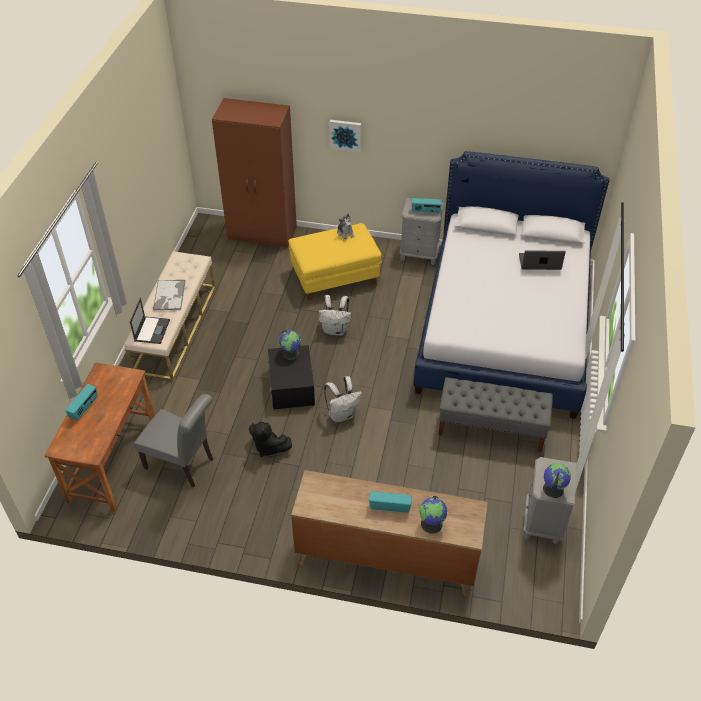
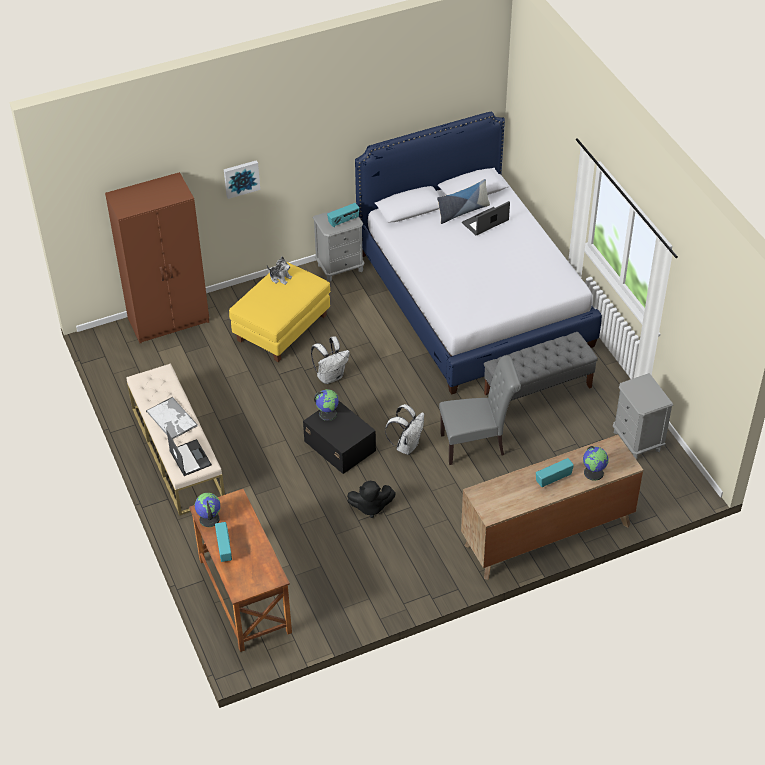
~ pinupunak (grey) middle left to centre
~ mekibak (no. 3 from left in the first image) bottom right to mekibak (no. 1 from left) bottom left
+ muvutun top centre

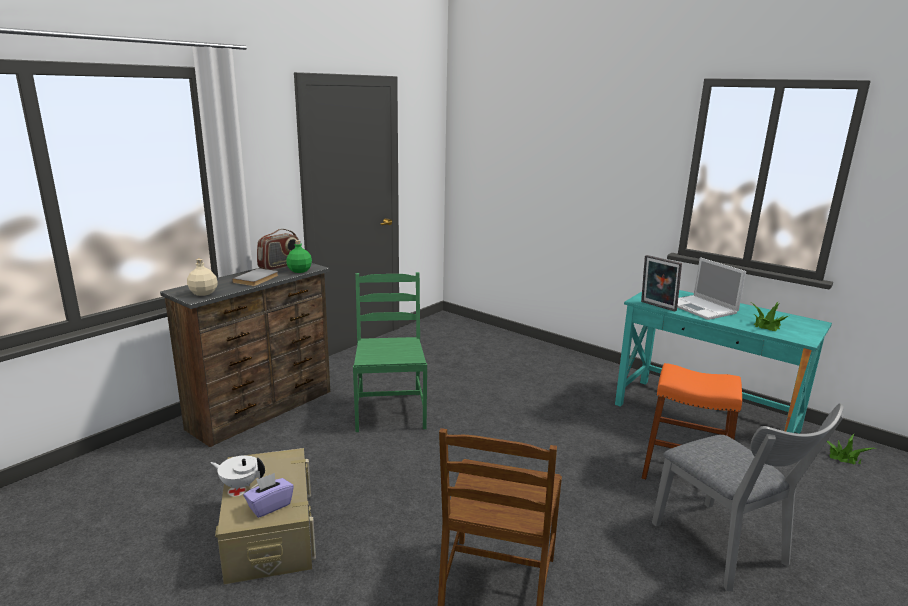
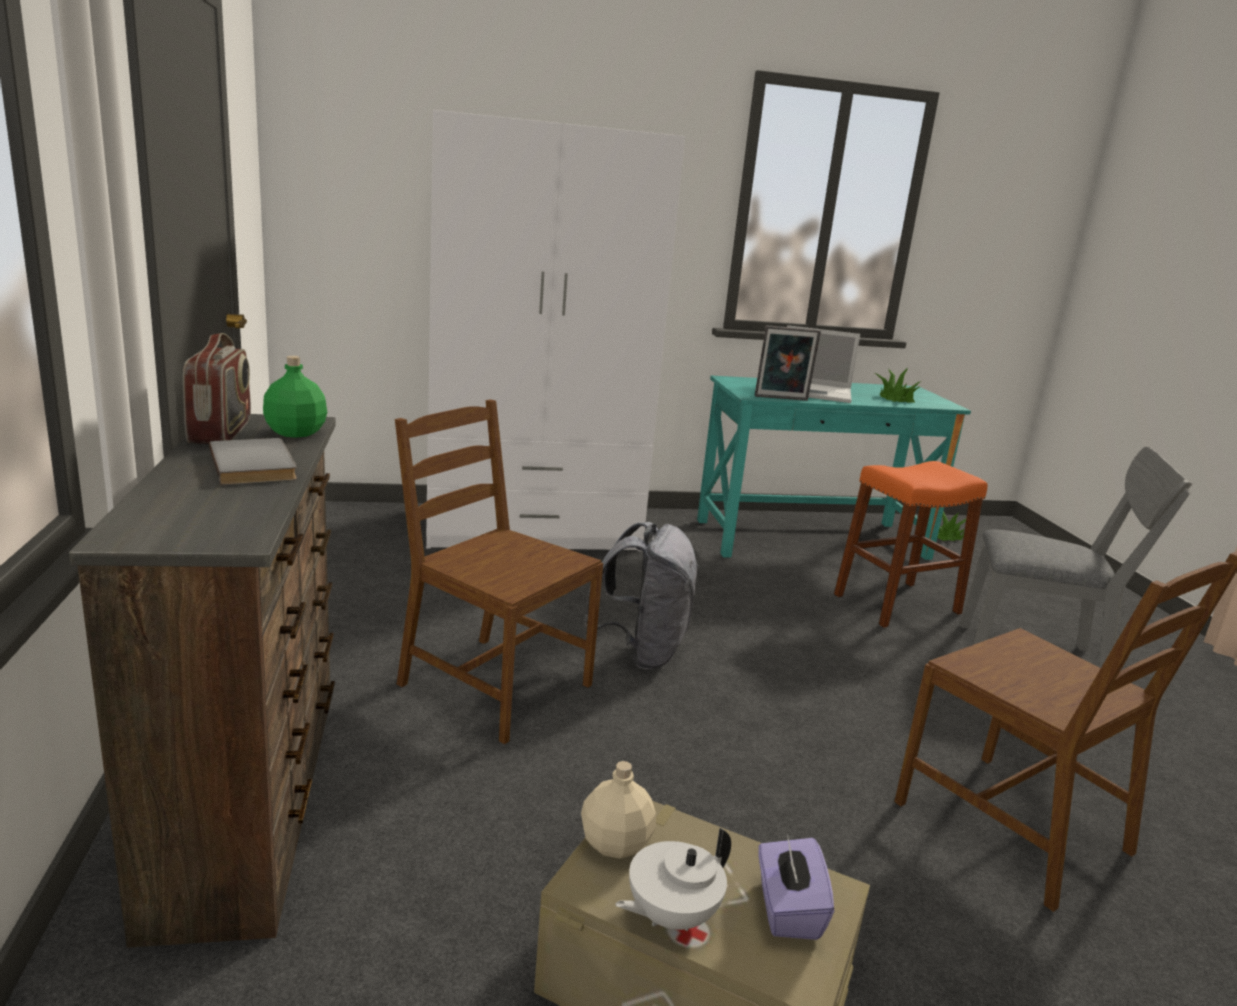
~ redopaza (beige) middle left to bottom centre
~ pinupunak (green) centre to pinupunak (brown) (no. 1 from left) centre
+ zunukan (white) top centre
+ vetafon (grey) centre

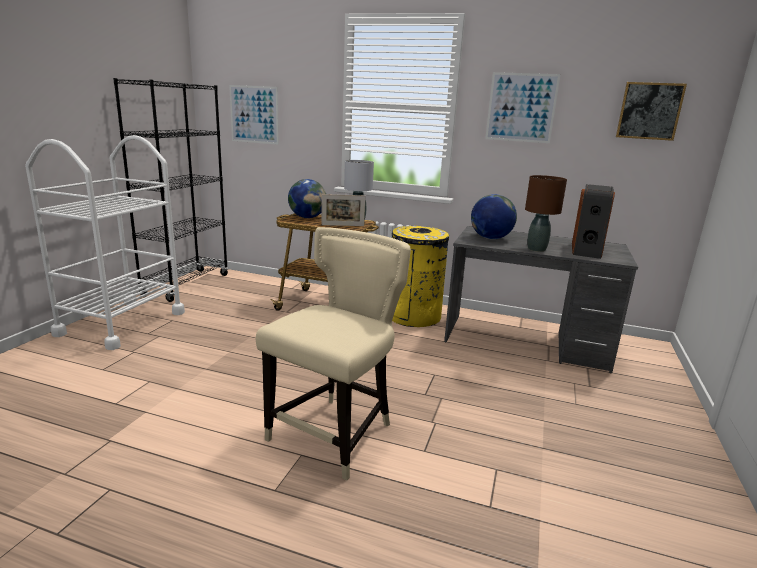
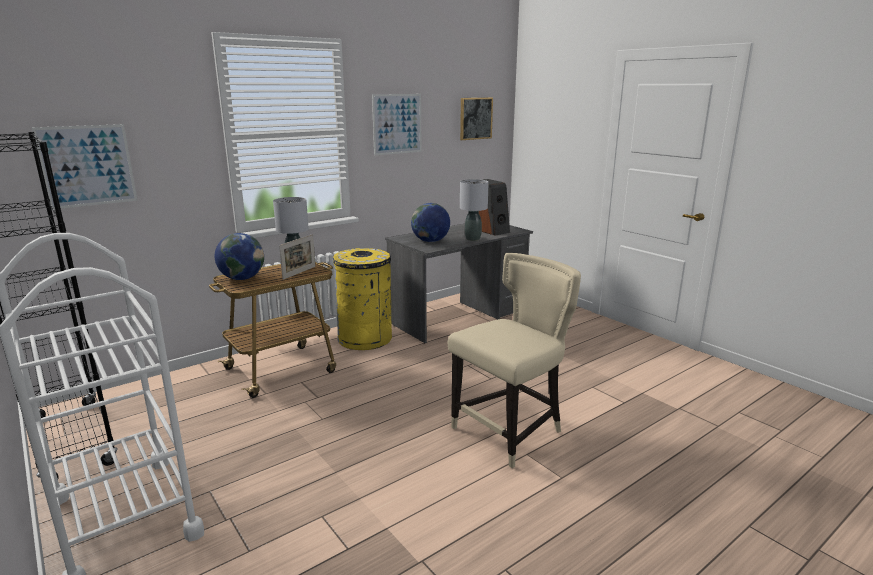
~ pinupunak (beige) centre = centre 75 degrees clockwise
~ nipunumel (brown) middle right to nipunumel (grey) (no. 2 from left) centre

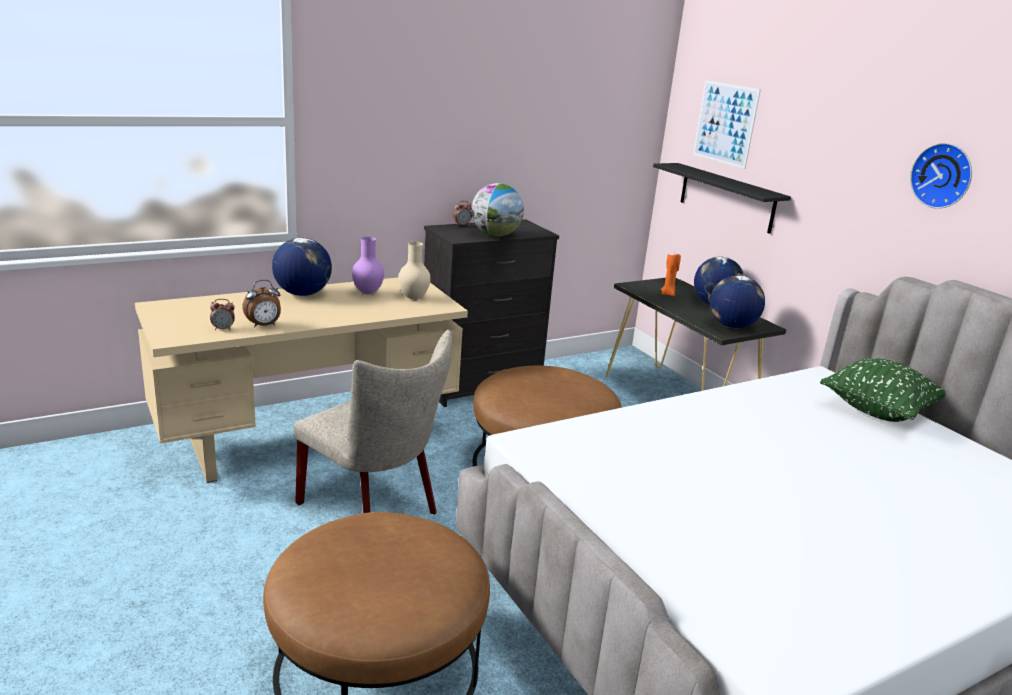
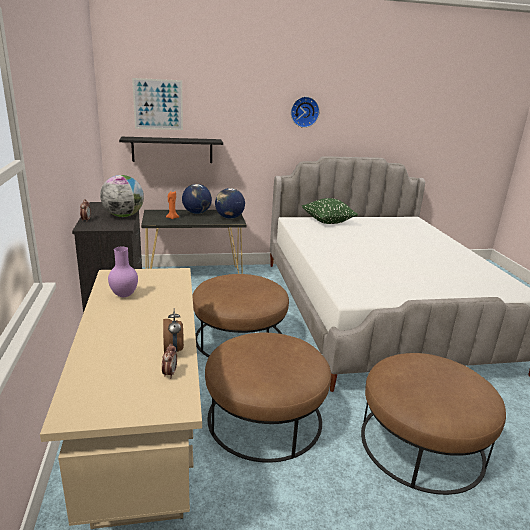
- mekibak (no. 1 from left) middle left
~ pinupunak (beige) centre to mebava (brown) (no. 2 from left) bottom centre
- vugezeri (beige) centre

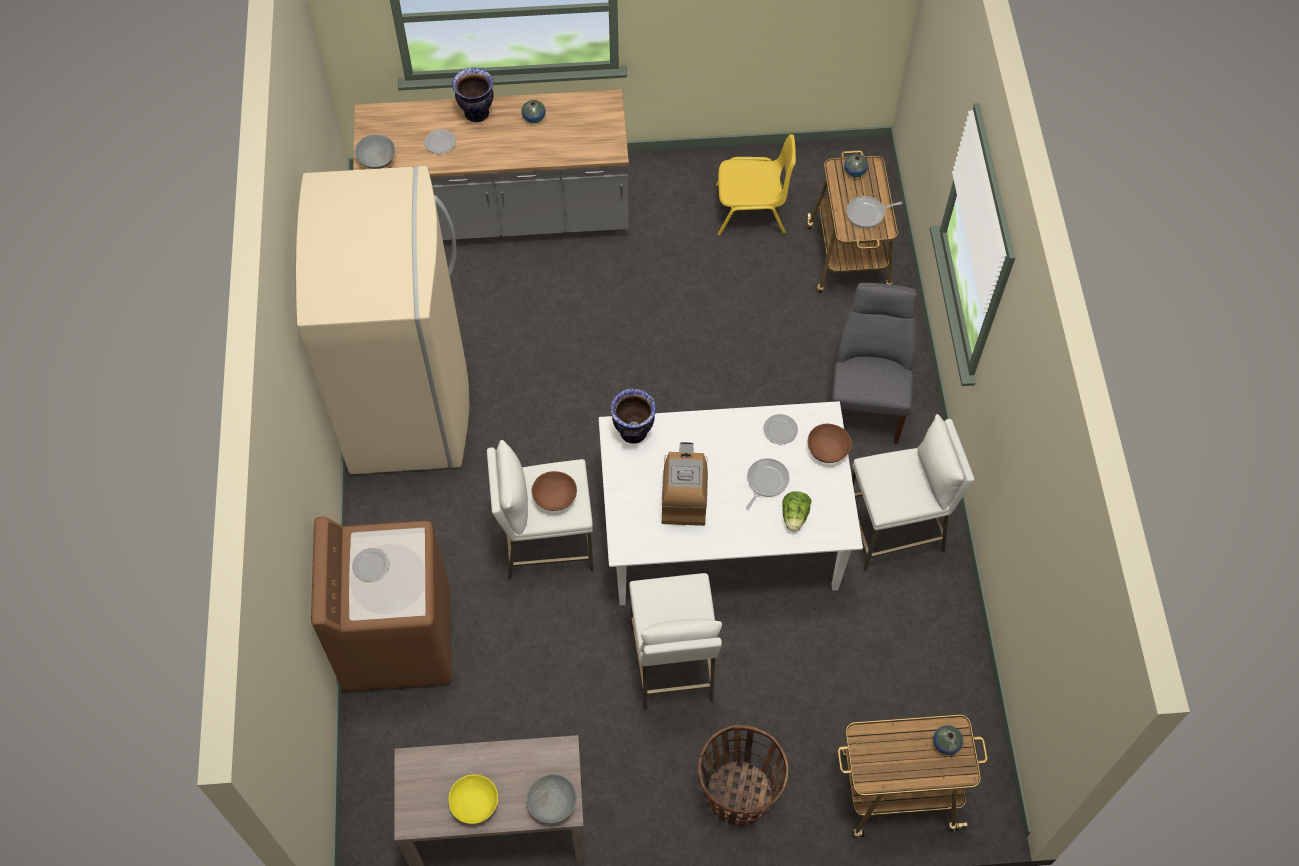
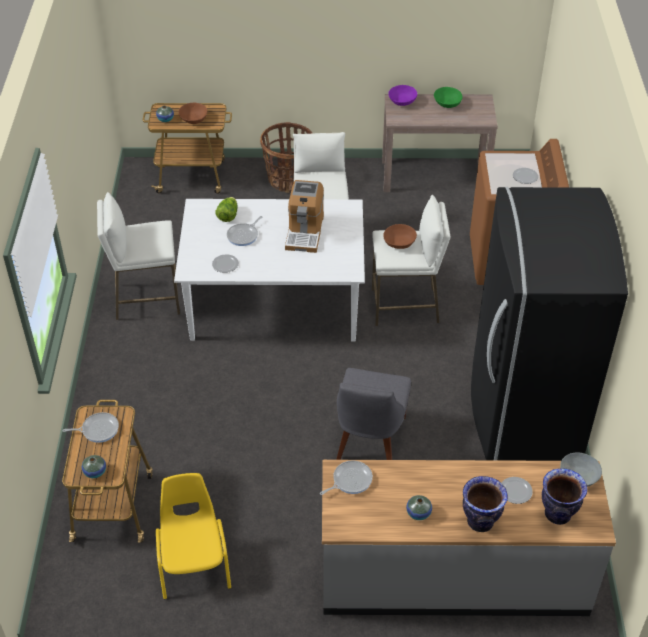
~ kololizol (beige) middle left to kololizol (black) middle right
~ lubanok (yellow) bottom centre to lubanok (green) top right
~ lubanok (grey) (no. 2 from left) bottom centre to lubanok (purple) top centre
~ vugezeri (no. 3 from left in the first image) centre to vugezeri (no. 5 from left) bottom right
~ pinupunak (yellow) top centre = bottom left 75 degrees clockwise
~ lubanok (brown) (no. 2 from left in the first image) centre to lubanok (brown) (no. 1 from left) top left
~ pinupunak (grey) middle right to centre
+ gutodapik (no. 3 from left) bottom centre

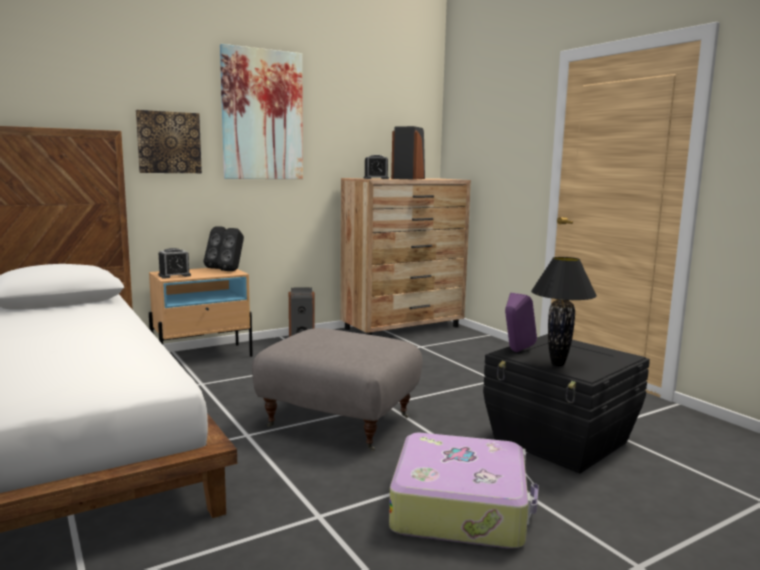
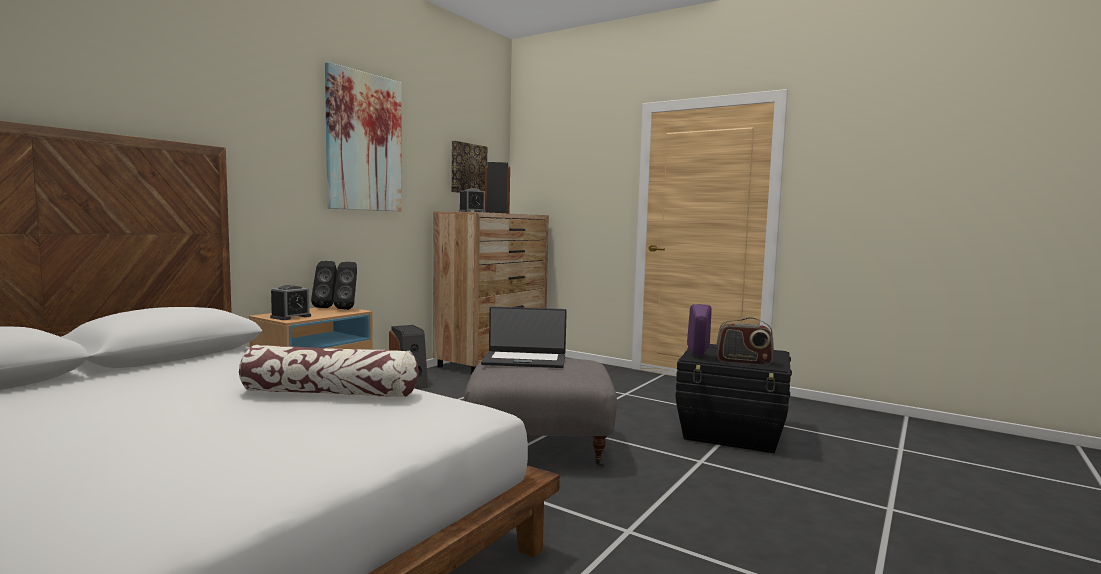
~ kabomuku (no. 1 from left in the first image) top left to kabomuku (no. 2 from left) top centre
- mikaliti bottom centre
~ nipunumel (black) middle right to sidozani middle right
+ muvutun middle left
+ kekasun centre

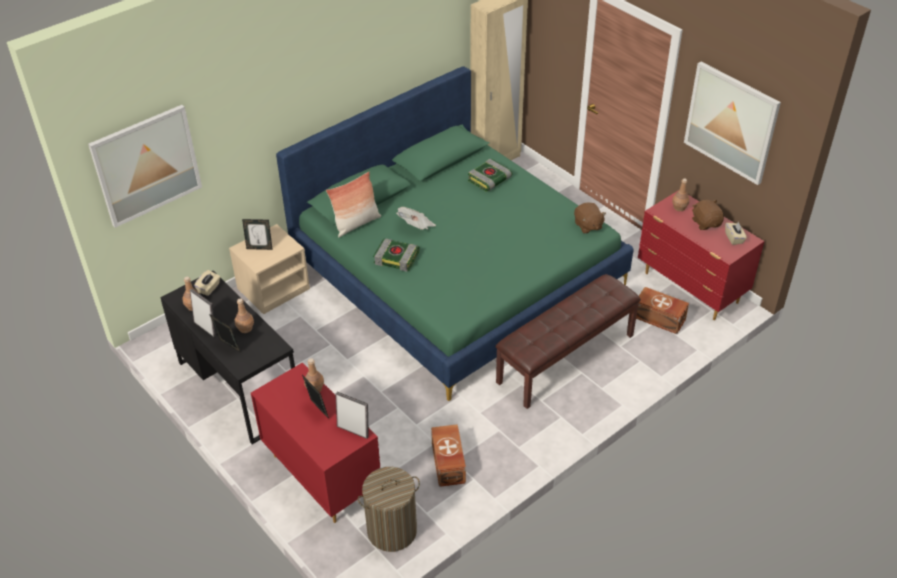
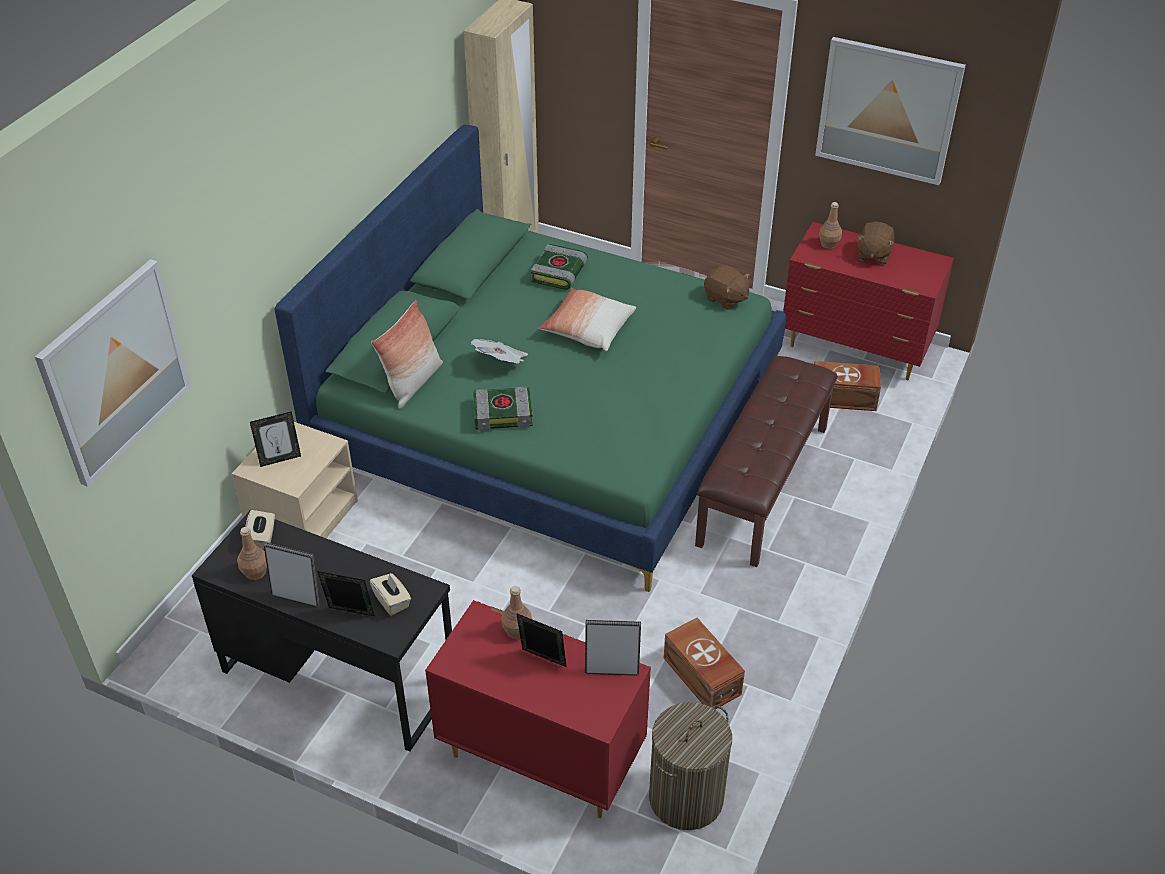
- redopaza (brown) (no. 2 from left) middle left
~ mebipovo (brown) (no. 2 from left) middle right = top right 120 degrees counterclockwise
~ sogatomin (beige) (no. 2 from left) middle right to bottom centre
+ muvutun (no. 2 from left) centre

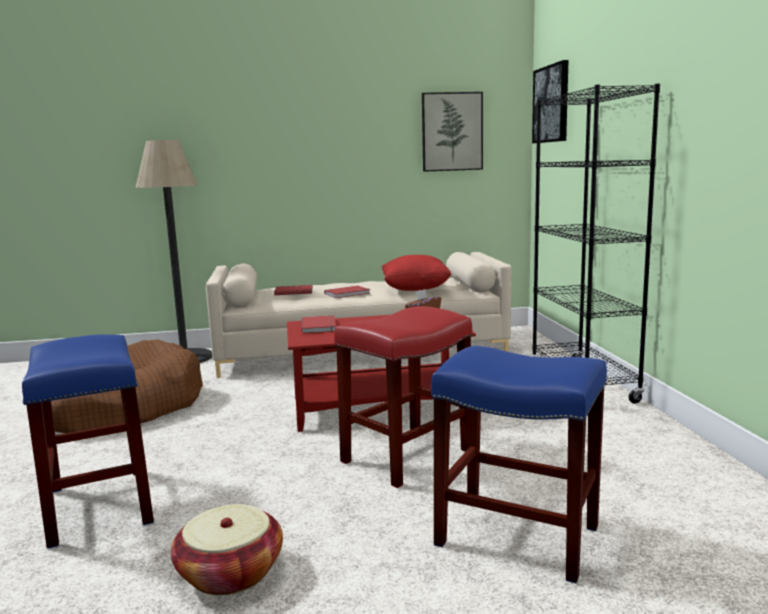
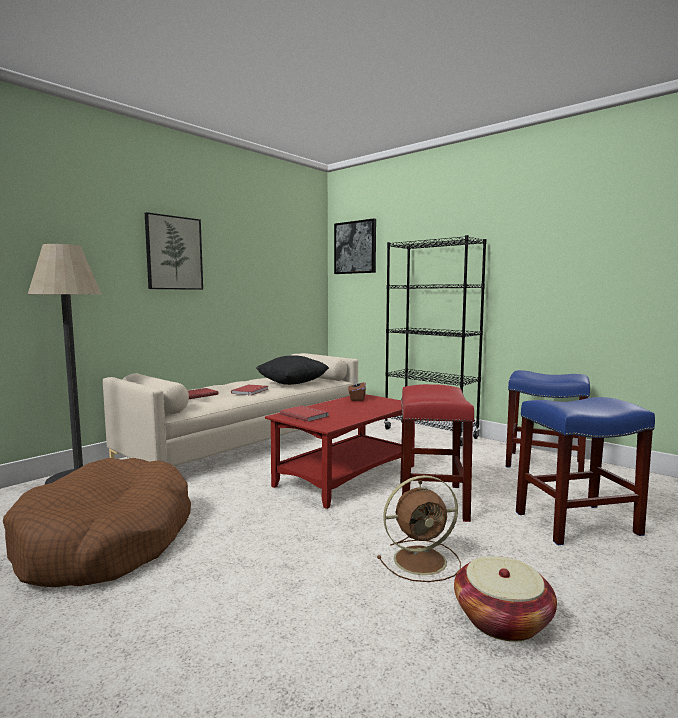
~ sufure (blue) (no. 1 from left) bottom left to middle right
~ muvutun (red) centre to muvutun (black) centre
~ kabomuku (no. 1 from left) top centre to middle left
+ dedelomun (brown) bottom centre

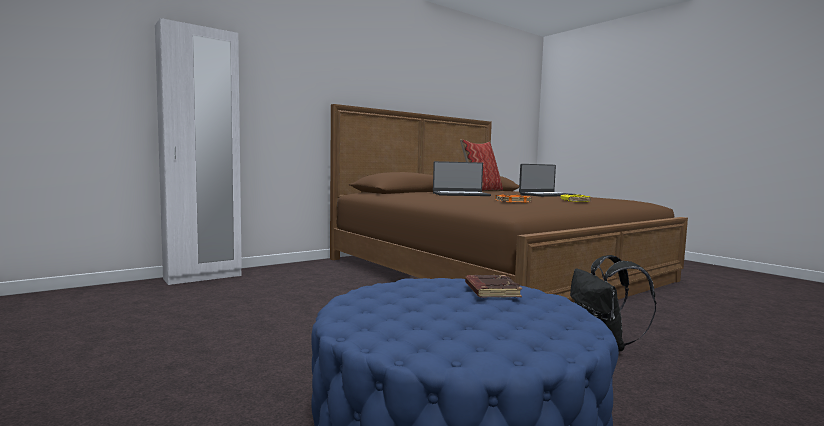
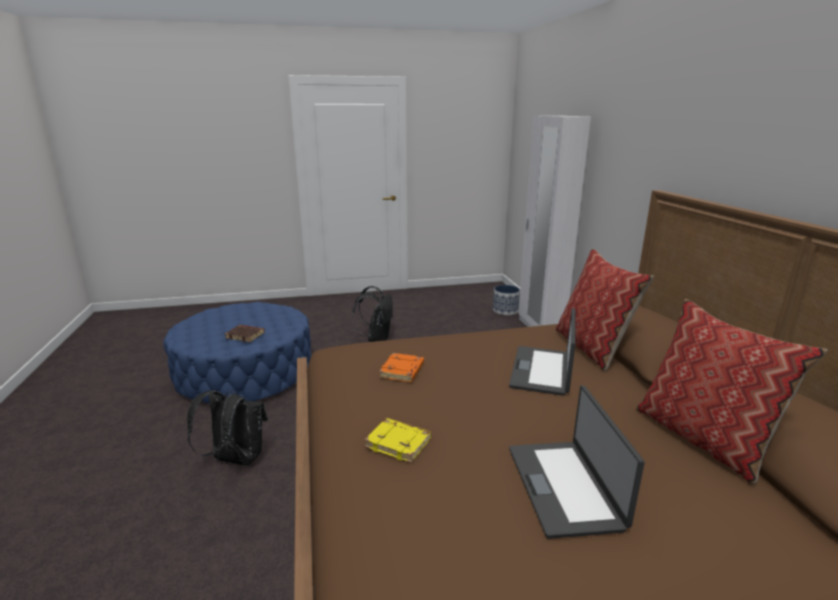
+ vetafon (black) (no. 2 from left) centre
+ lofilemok centre
+ muvutun (no. 1 from left) middle right

